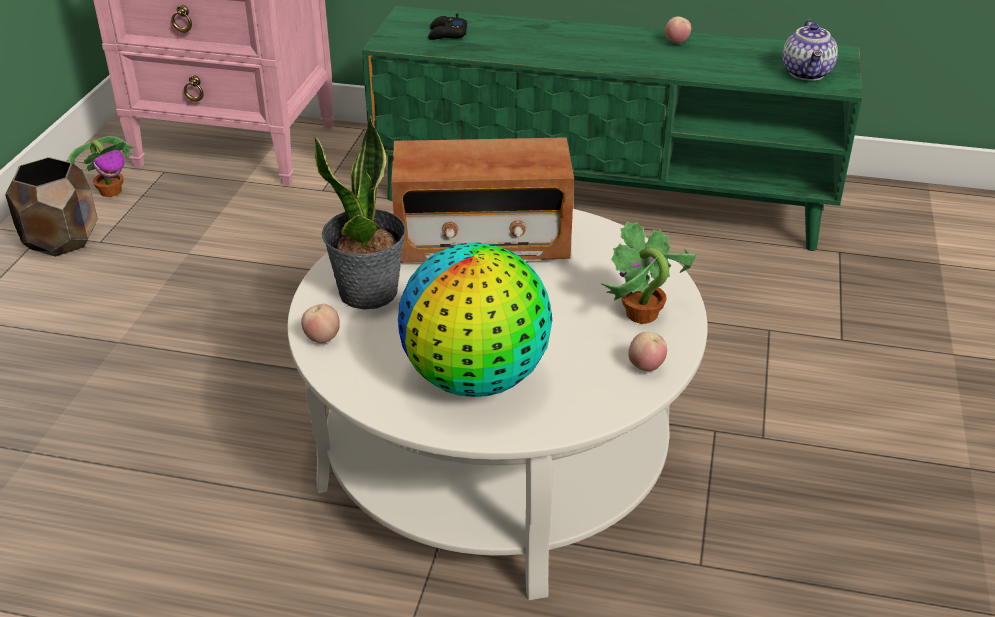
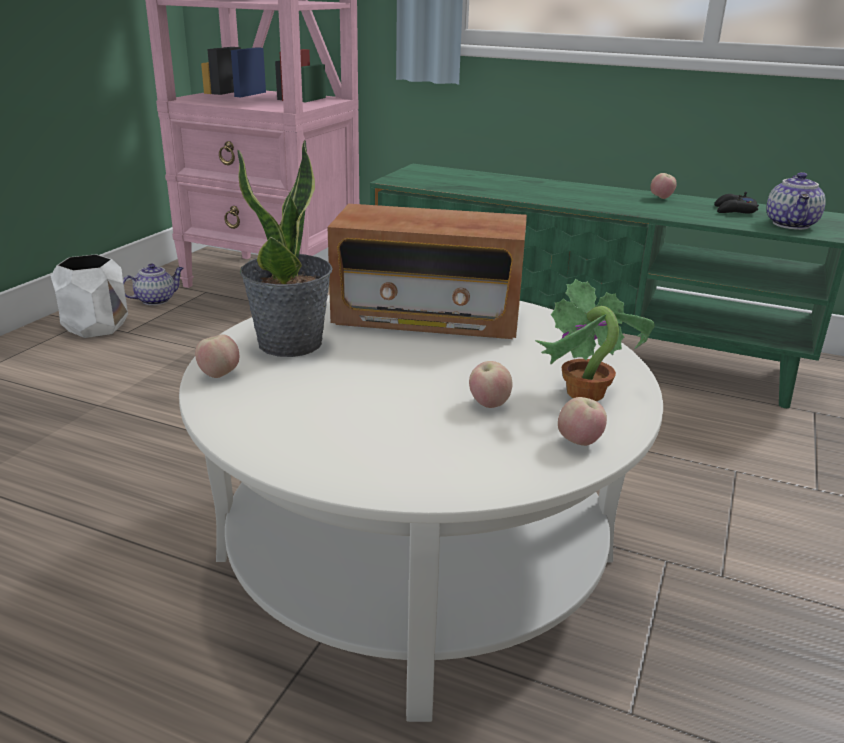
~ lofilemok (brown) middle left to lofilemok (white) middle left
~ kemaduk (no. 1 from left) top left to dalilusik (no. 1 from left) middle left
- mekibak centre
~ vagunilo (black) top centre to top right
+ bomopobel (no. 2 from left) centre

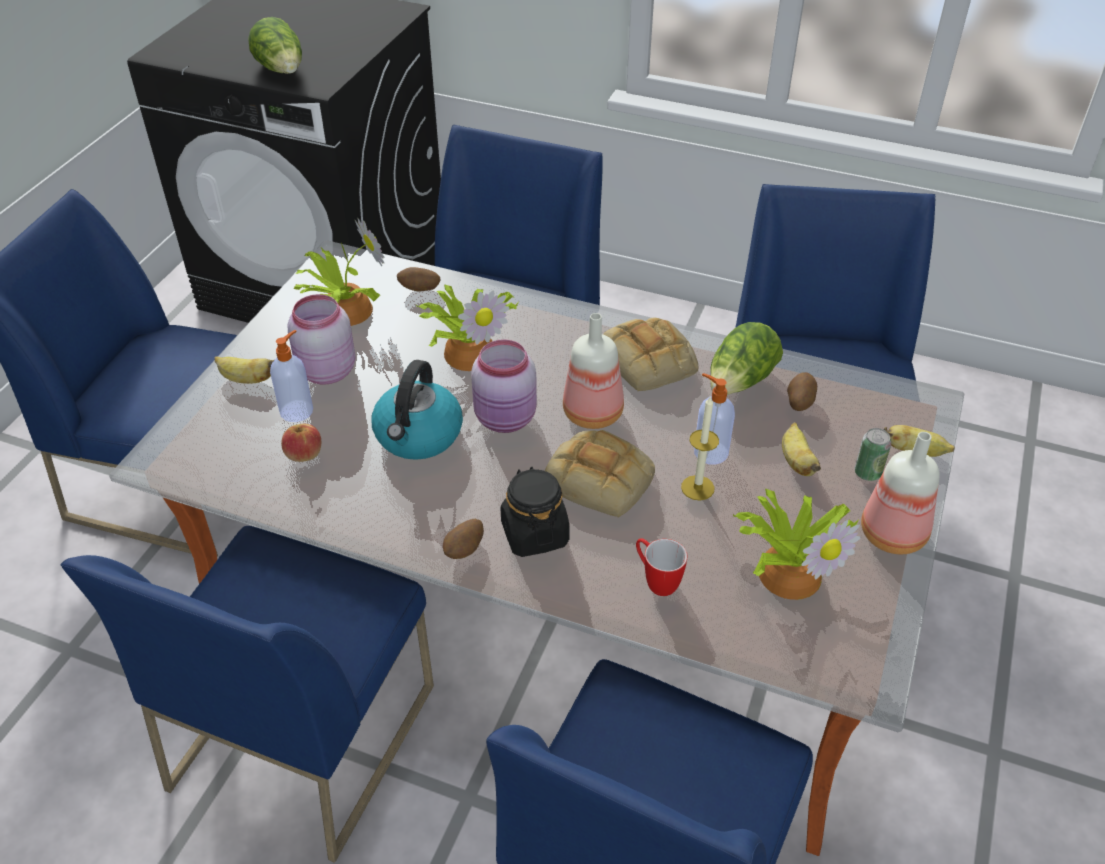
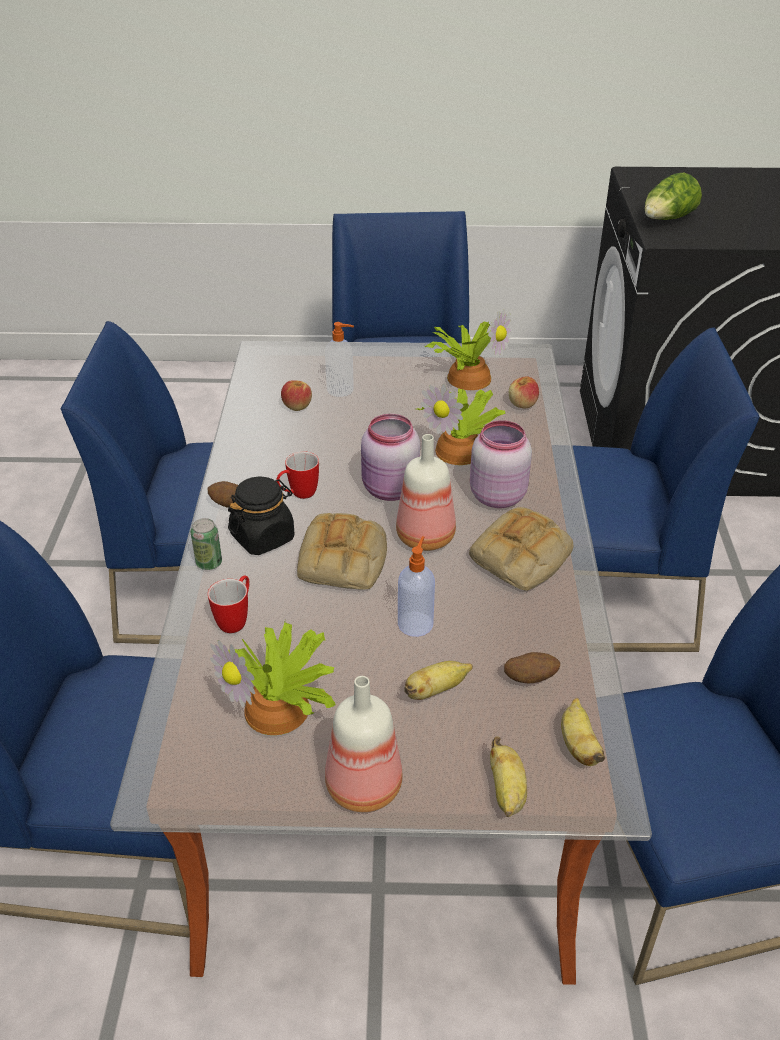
~ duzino (no. 1 from left in the first image) middle left to duzino (no. 3 from left) bottom right
~ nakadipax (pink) (no. 1 from left in the first image) middle left to nakadipax (pink) (no. 2 from left) centre
- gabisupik centre
~ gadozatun (no. 1 from left) top centre to bomopobel (no. 2 from left) middle right
- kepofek centre
- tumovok (no. 2 from left) middle right
~ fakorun middle right to middle left
+ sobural (no. 2 from left) centre

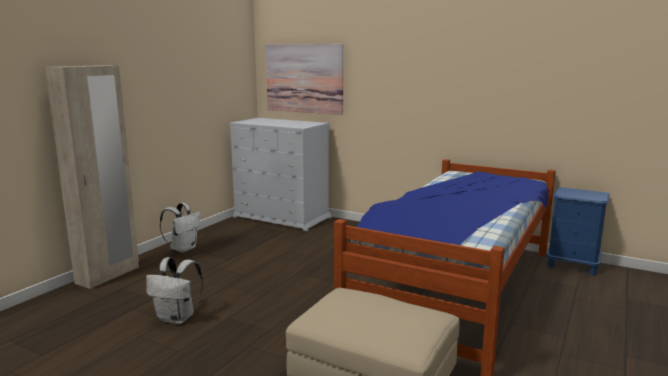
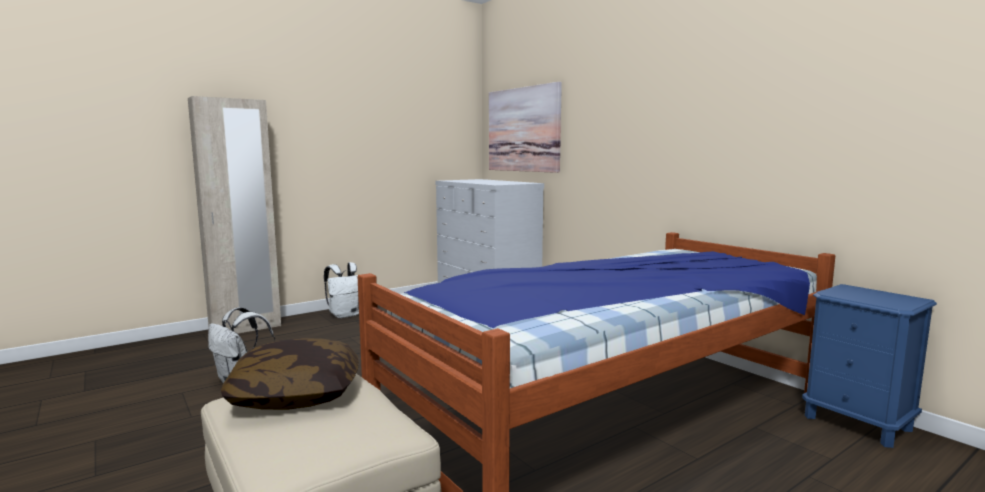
+ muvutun bottom left

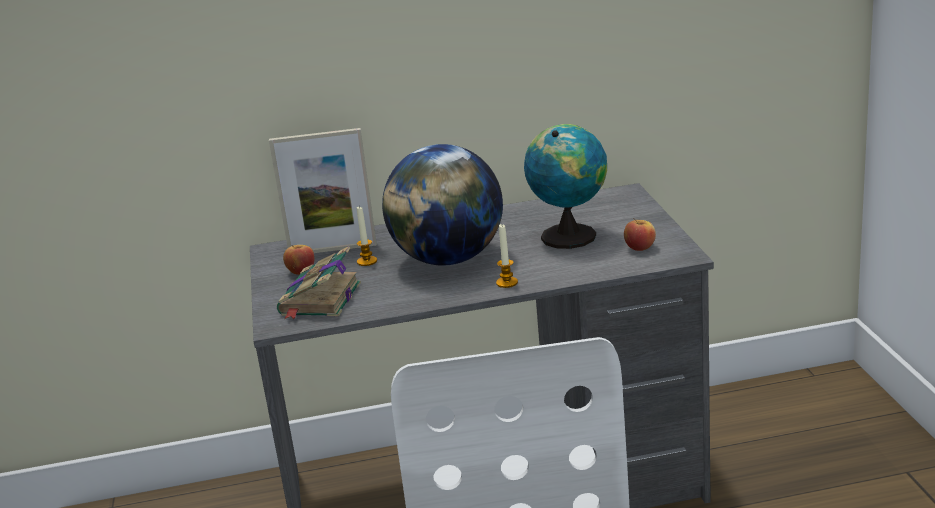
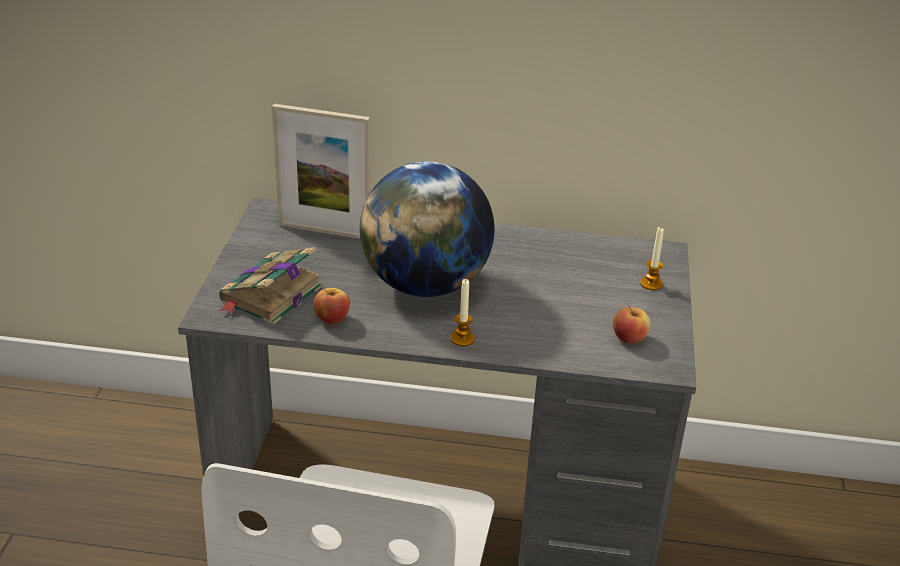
~ bomopobel (no. 1 from left) middle left to centre
~ kepofek (no. 1 from left in the first image) centre to kepofek (no. 2 from left) middle right
- mekibak (no. 2 from left) centre

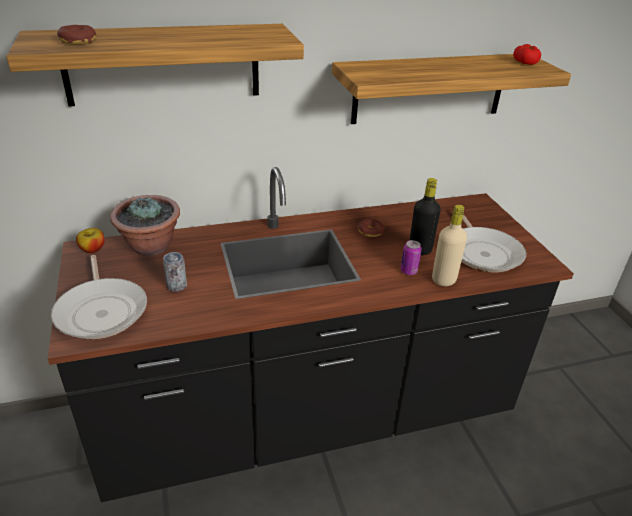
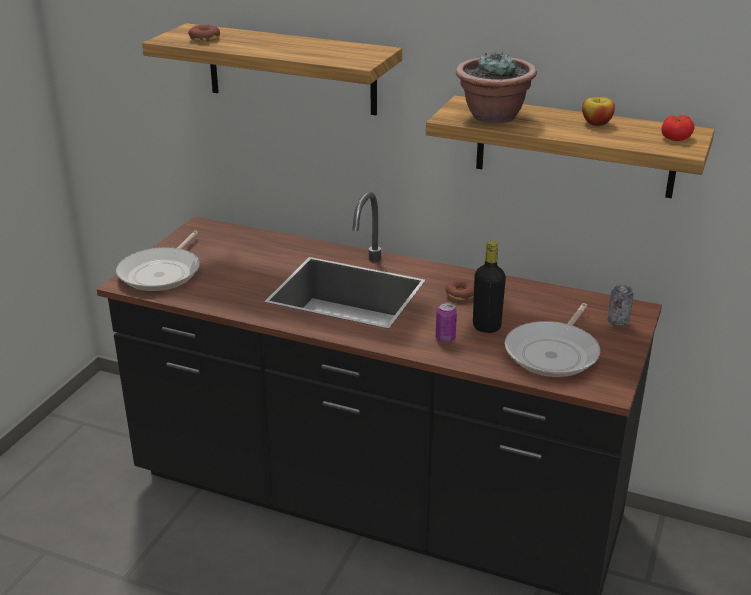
~ bomopobel middle left to top right
~ kemaduk middle left to top centre
~ fakorun (no. 1 from left in the first image) middle left to fakorun (no. 2 from left) middle right
- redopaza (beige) middle right

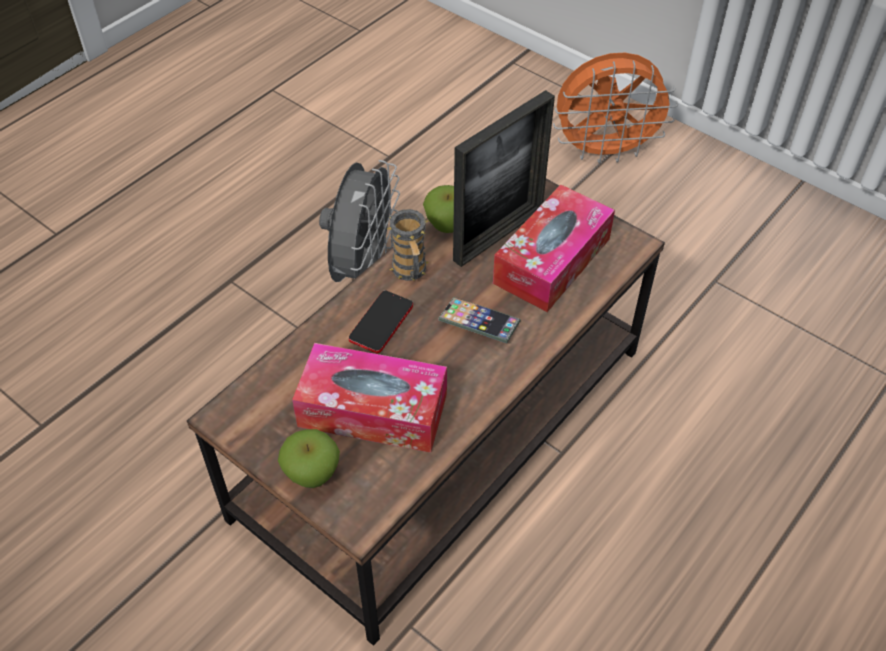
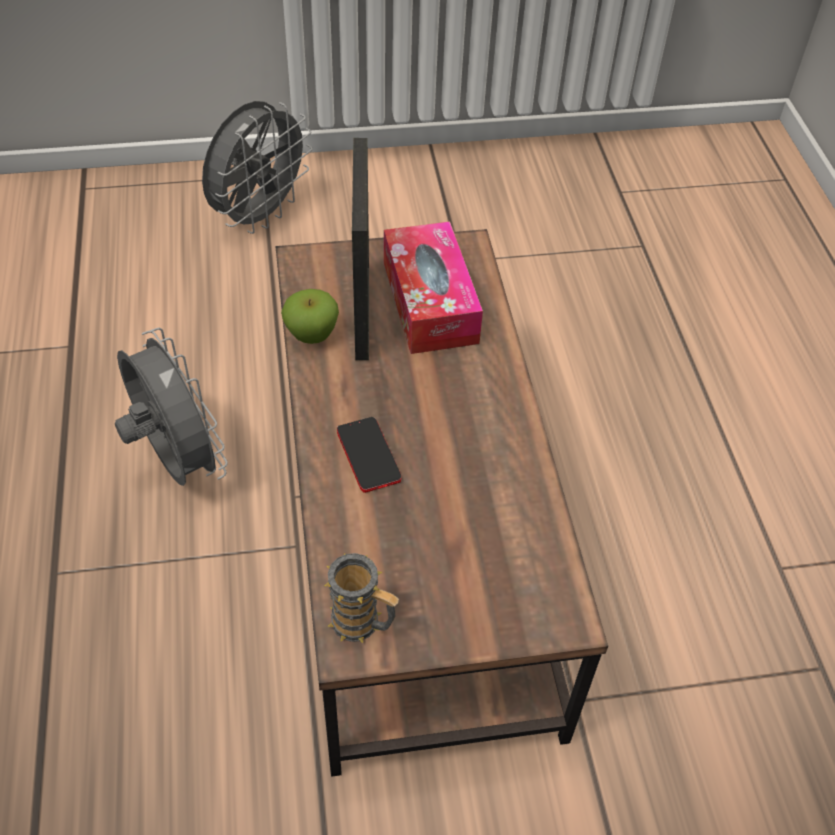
- bomopobel (no. 1 from left) bottom centre
- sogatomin (no. 1 from left) centre
~ sobural centre to bottom centre
- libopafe (no. 2 from left) centre
~ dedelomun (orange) top right to dedelomun (grey) (no. 2 from left) top left

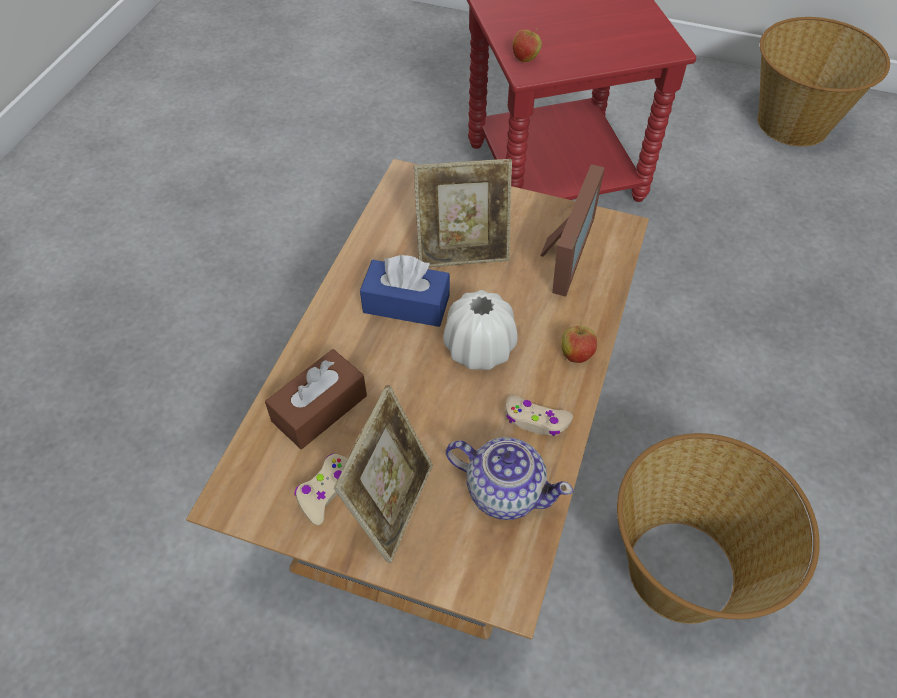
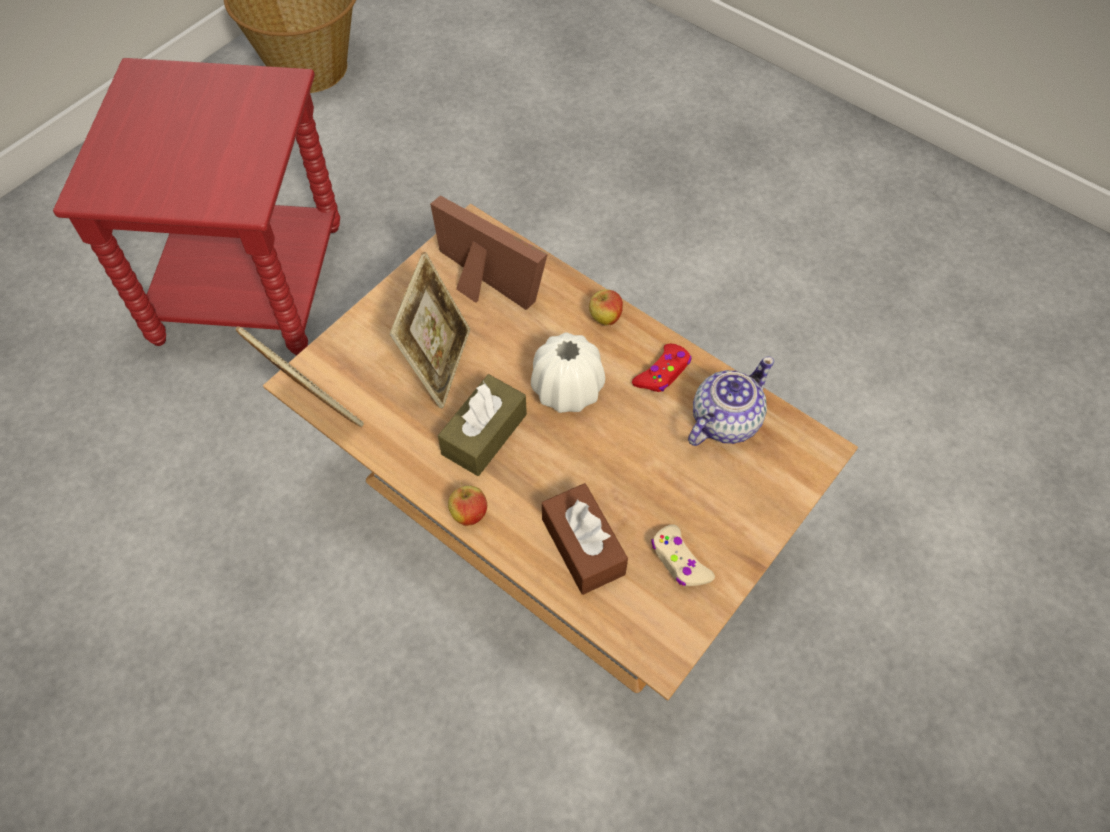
~ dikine (no. 1 from left) bottom centre to middle left
~ sogatomin (blue) centre to sogatomin (brown) (no. 1 from left) centre
~ vagunilo (beige) (no. 2 from left) centre to vagunilo (red) centre
~ bomopobel (no. 1 from left) top centre to centre
- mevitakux (no. 1 from left) bottom right

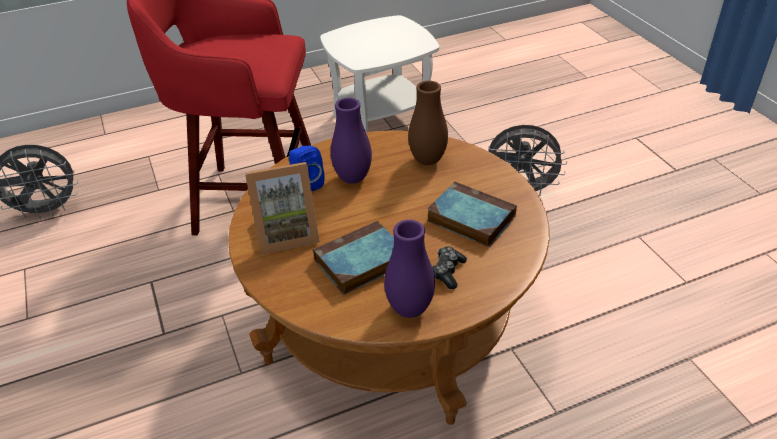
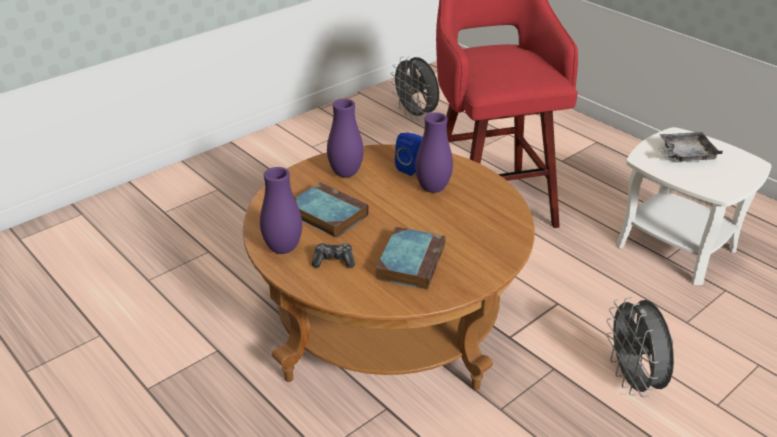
~ dikine centre to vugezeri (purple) (no. 2 from left) top centre
- vugezeri (brown) top centre
+ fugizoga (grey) middle right

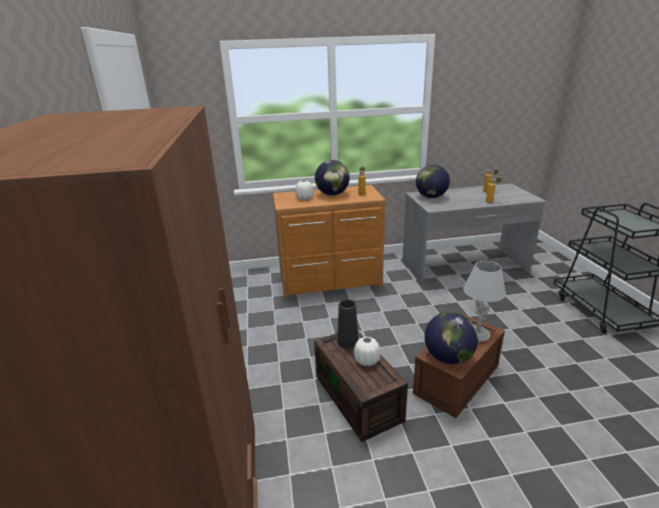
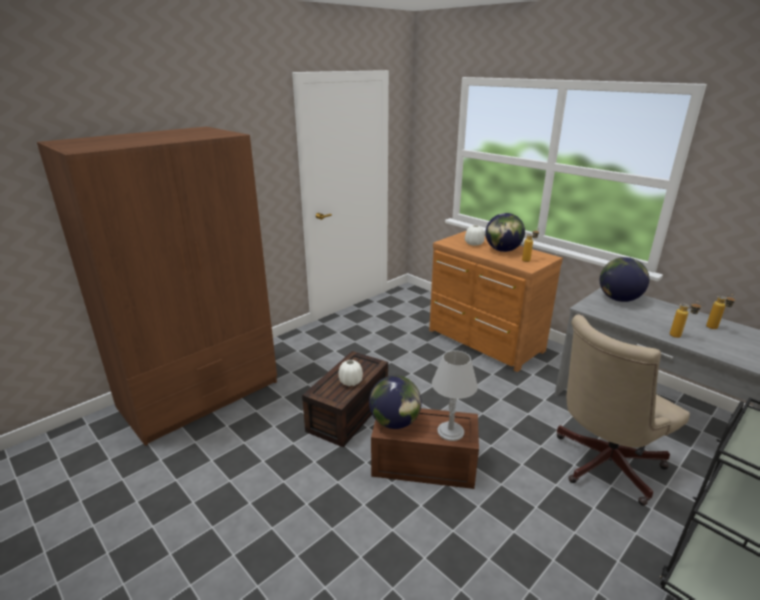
- vugezeri (black) centre
+ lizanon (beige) bottom right

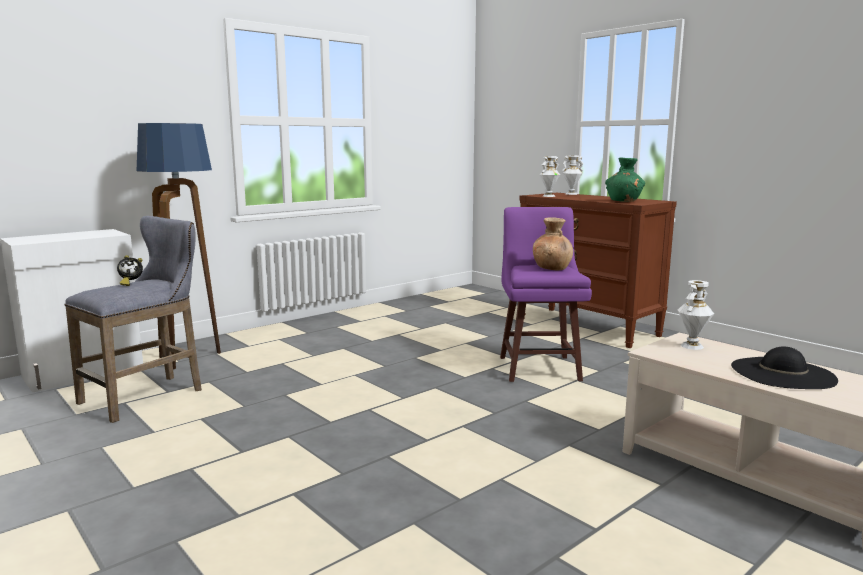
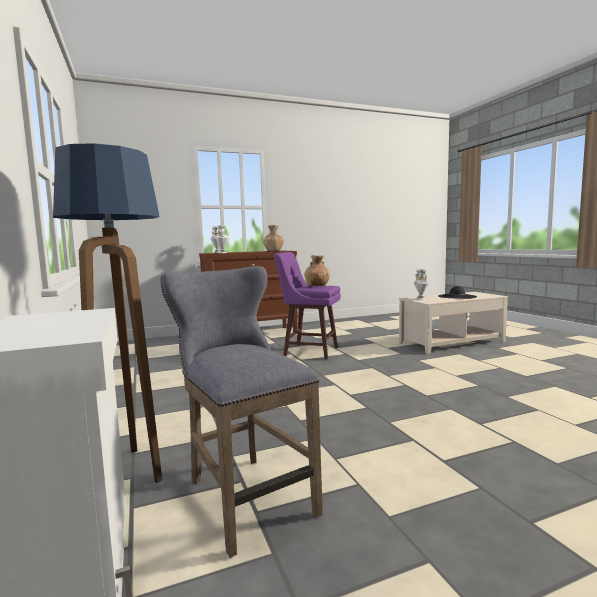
- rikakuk middle left
~ vugezeri (green) top right to vugezeri (brown) (no. 1 from left) centre

